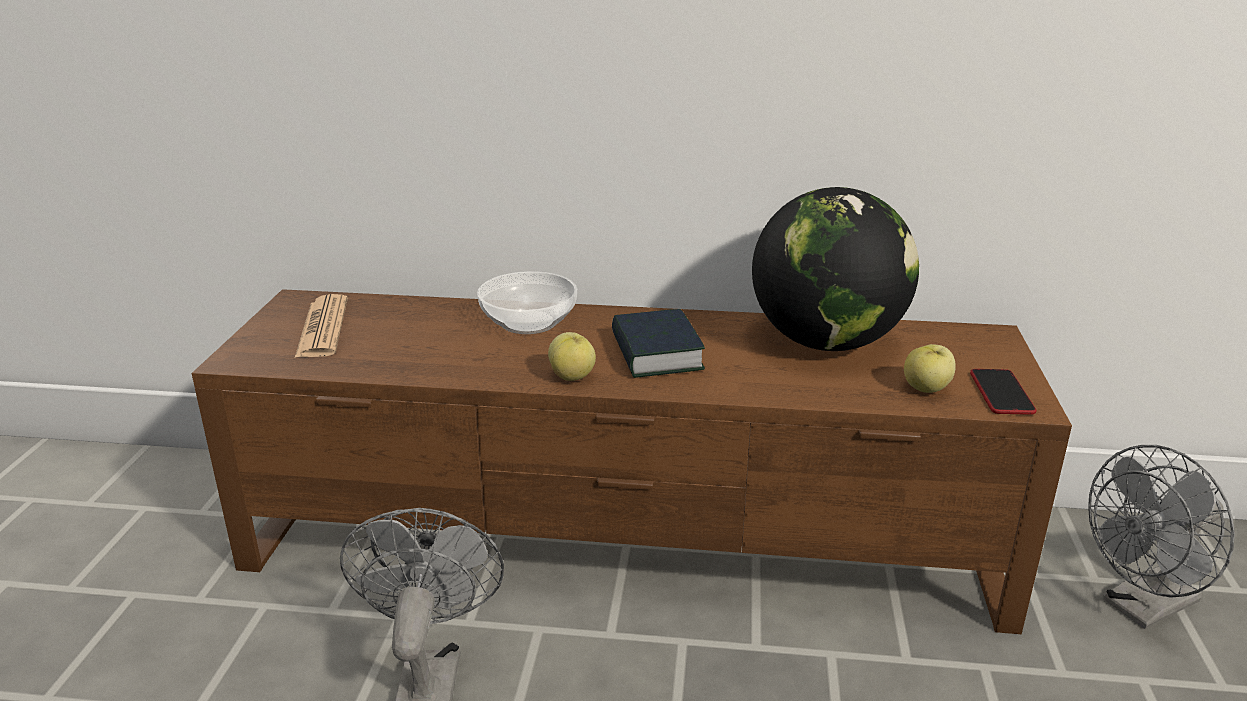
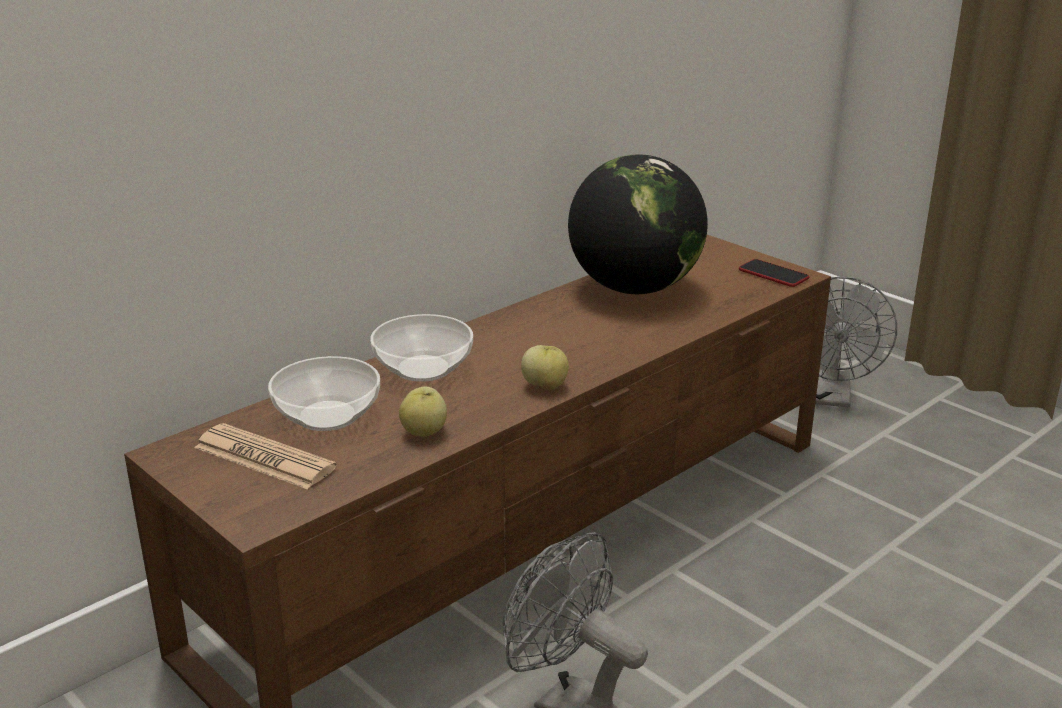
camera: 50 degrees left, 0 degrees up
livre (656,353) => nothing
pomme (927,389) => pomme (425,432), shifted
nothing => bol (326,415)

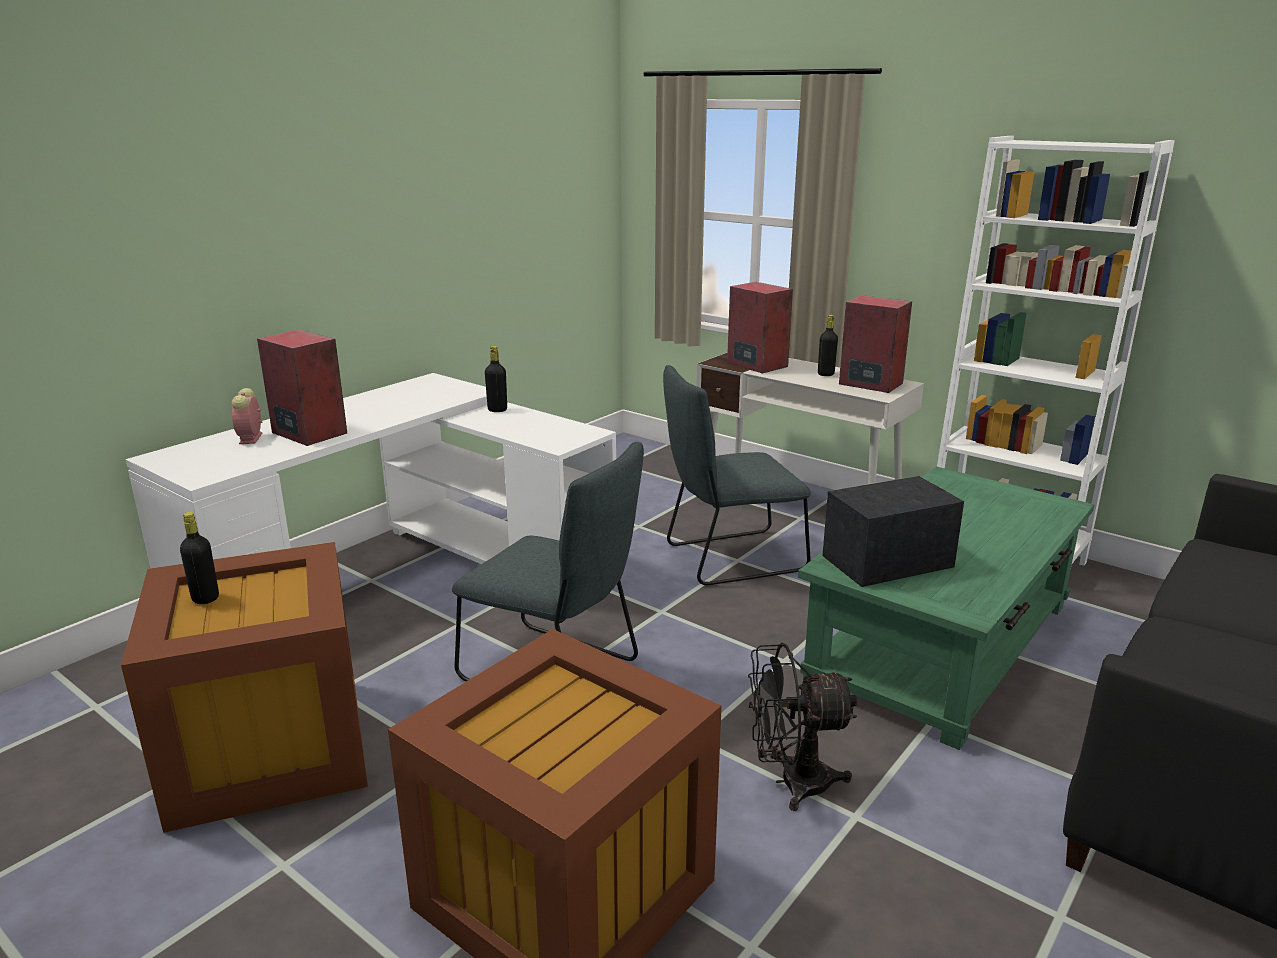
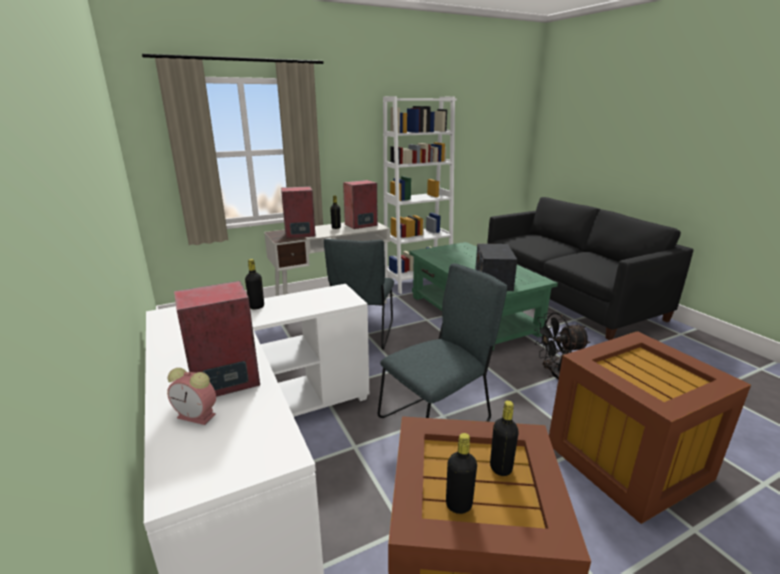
camera: 65 degrees left, 0 degrees up
ventilateur [noir] (791,782) => ventilateur [noir] (555,376), 60 degrees clockwise
nothing => bouteille [noir] (501,468)

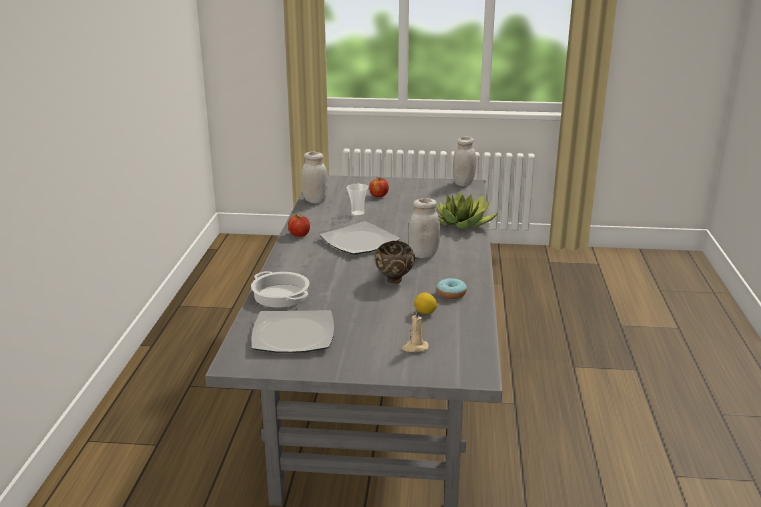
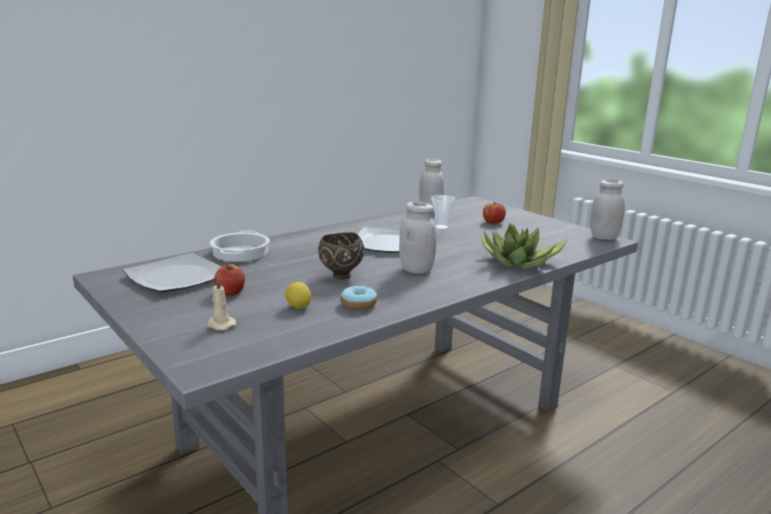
camera: 45 degrees right, 5 degrees down
pomme (299,234) => pomme (230,292), shifted

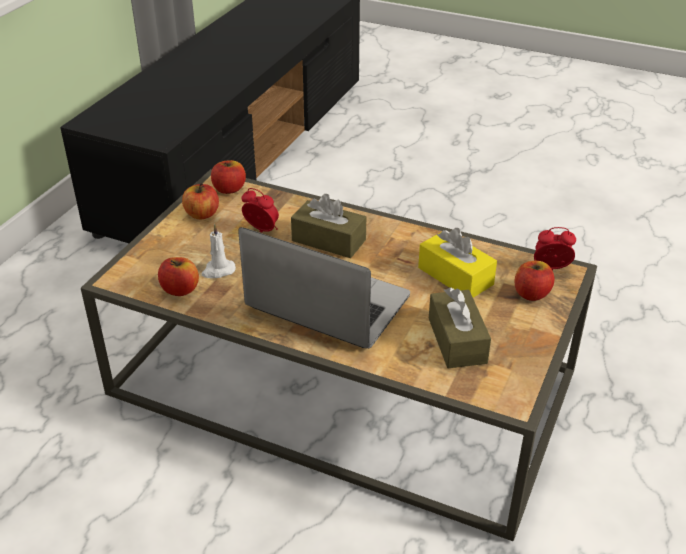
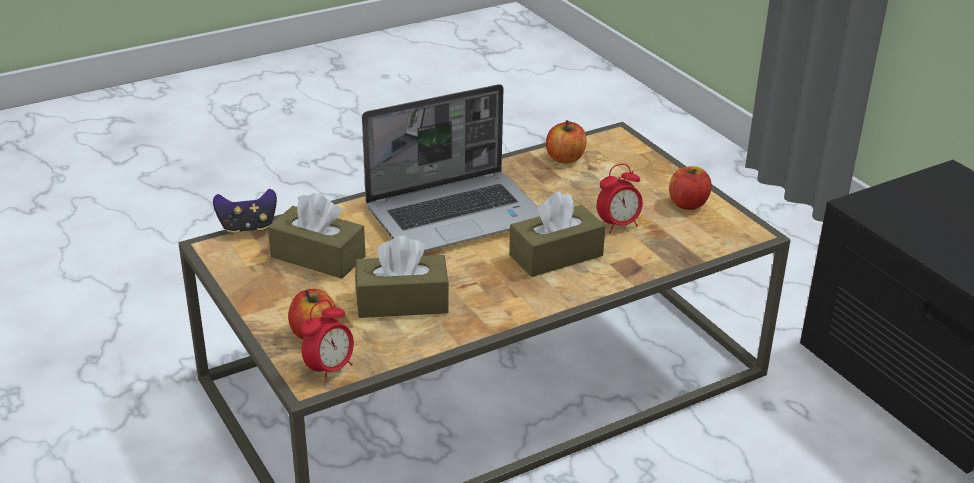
camera: 125 degrees right, 5 degrees down
bougie [blanc] (218,270) => nothing
pomme (229,189) => nothing
boîte à mouchoirs [jaune] (455,276) => boîte à mouchoirs [marron] (402,302)
nothing => manette (248,228)

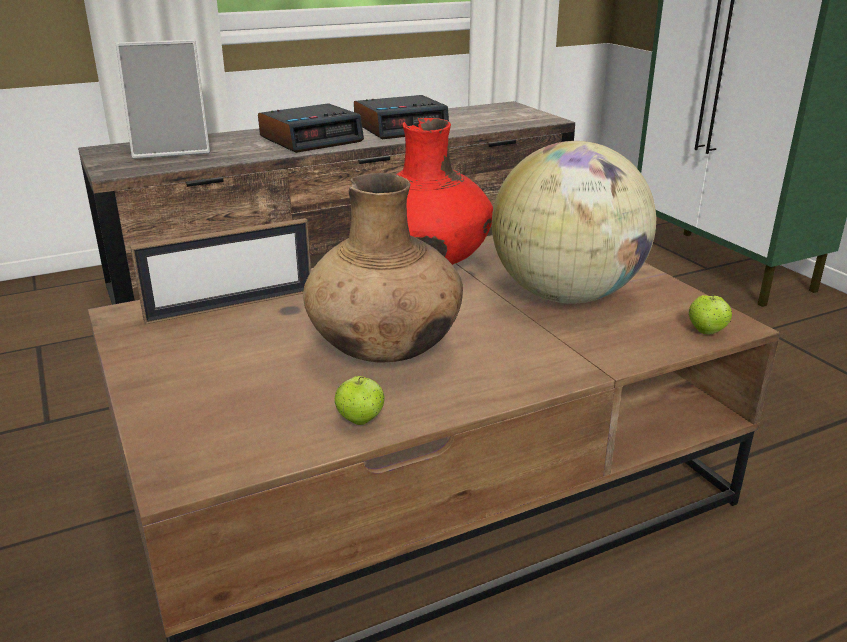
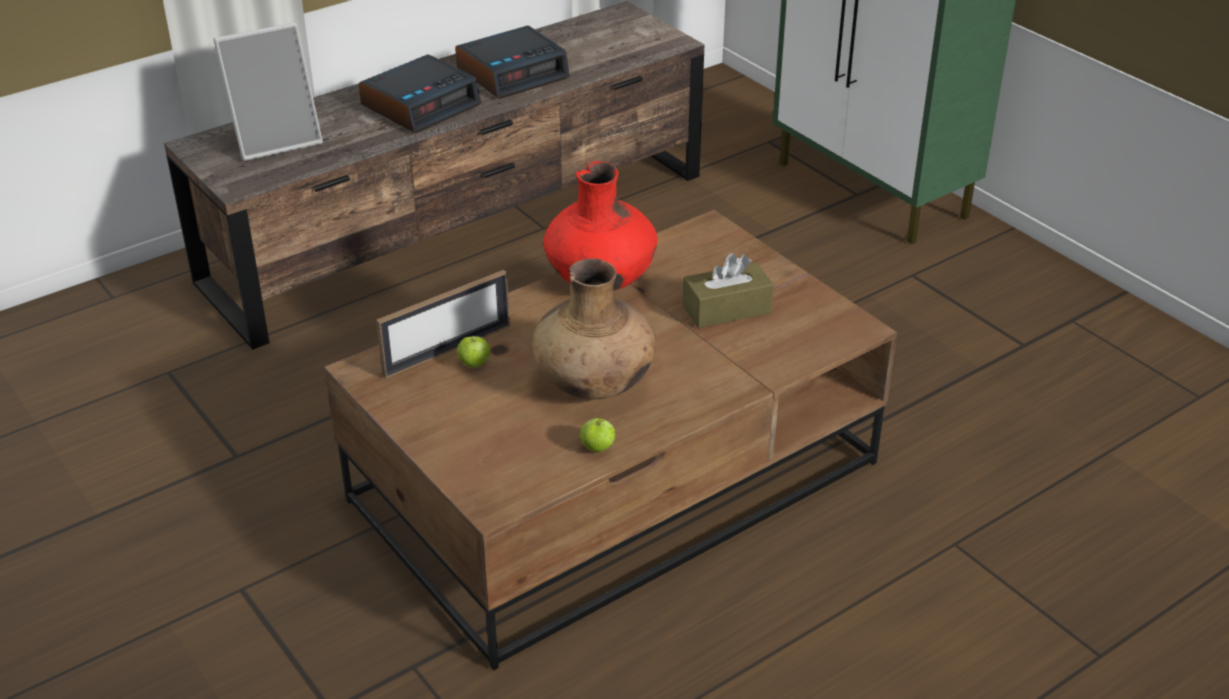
camera: 10 degrees left, 10 degrees up
globe (566,295) => boîte à mouchoirs [marron] (726,309)
pomme (706,331) => pomme (474,364), shifted

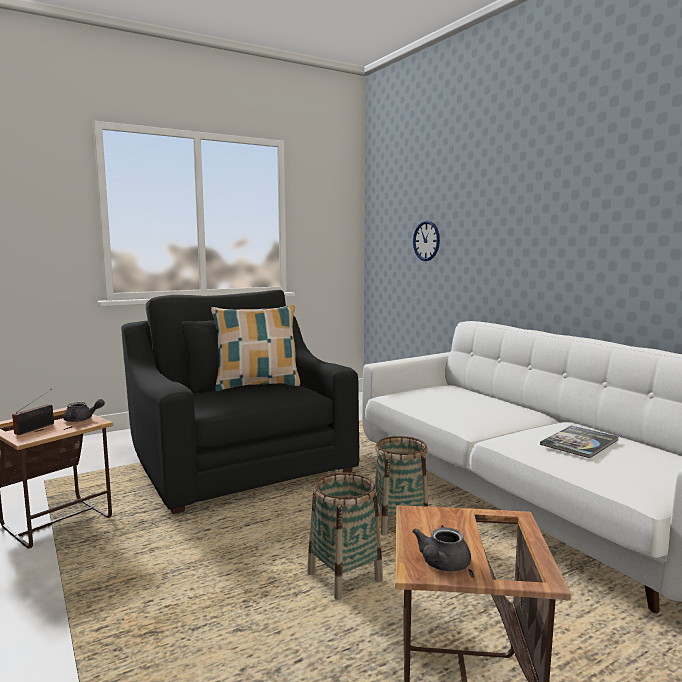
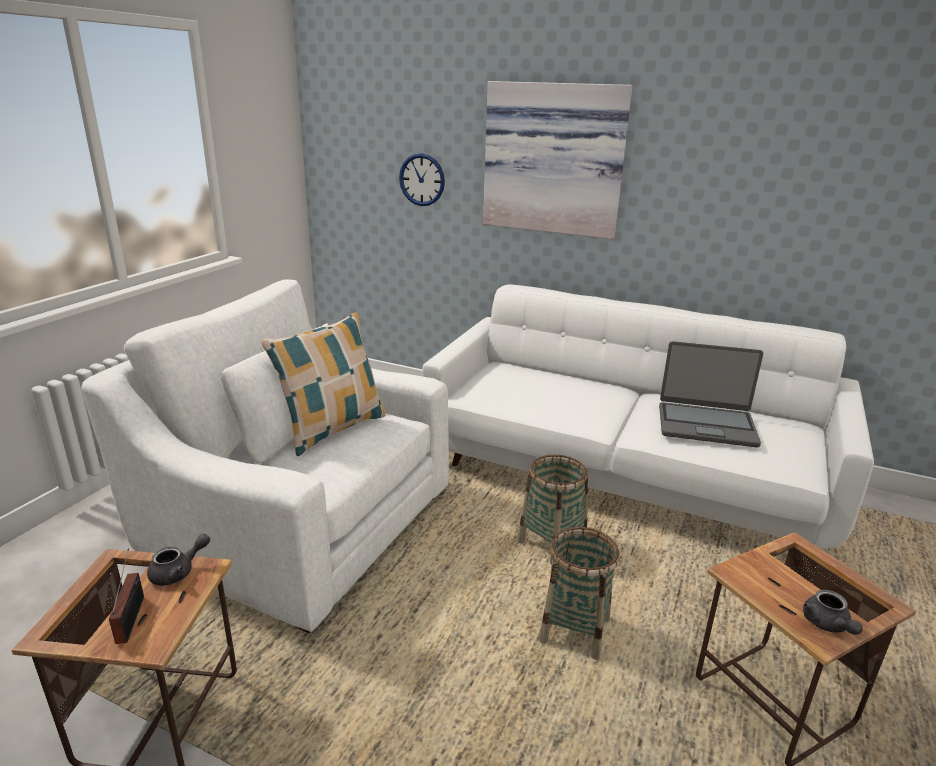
camera: 35 degrees left, 15 degrees up
fauteuil [noir] (240,464) => fauteuil [blanc] (299,524)
livre (579,442) => ordinateur portable (706,425)
nothing => tableau (554,159)

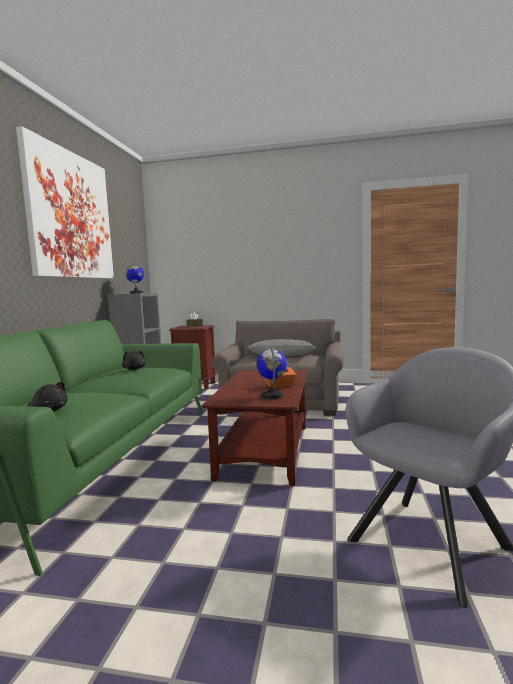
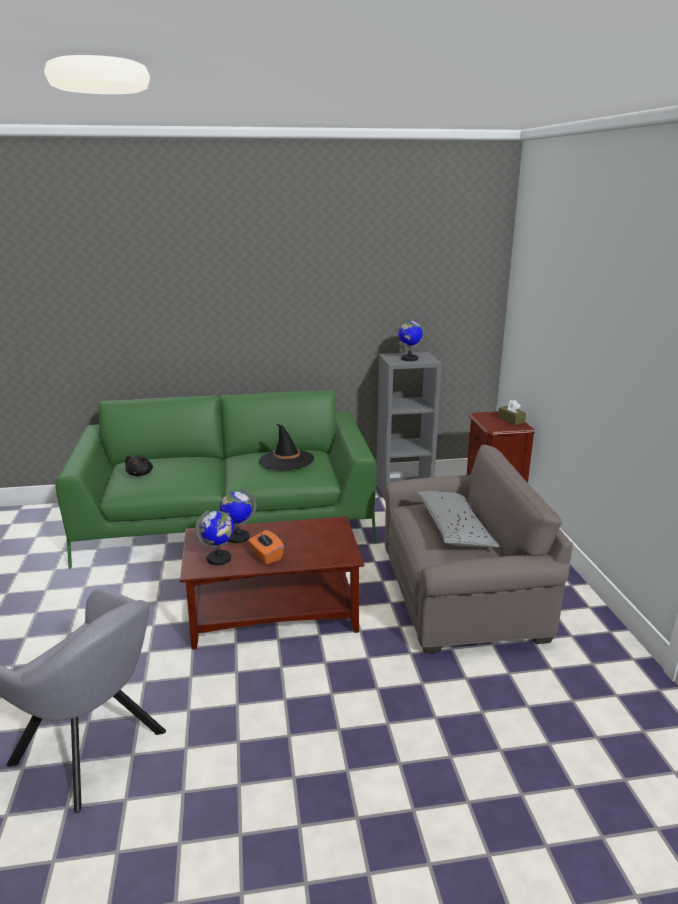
camera: 70 degrees right, 15 degrees up
tableau (70,215) => nothing
peluche [noir] (134,369) => chapeau [noir] (286,460)
nothing => globe (237,537)

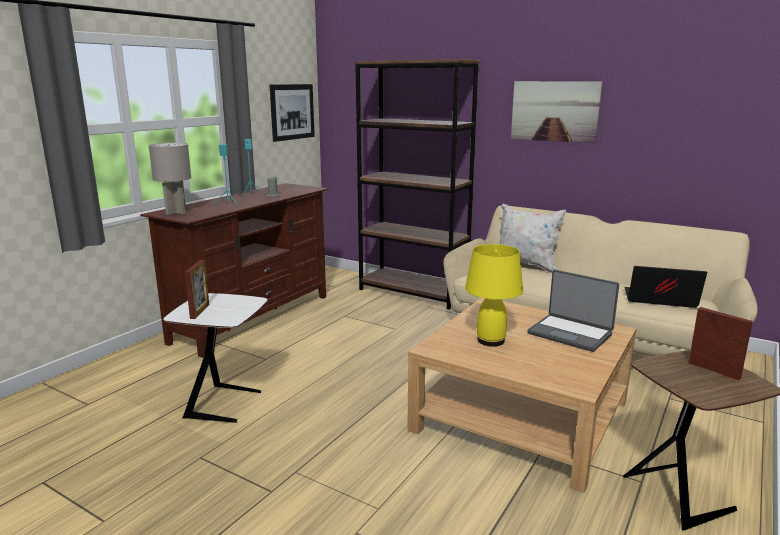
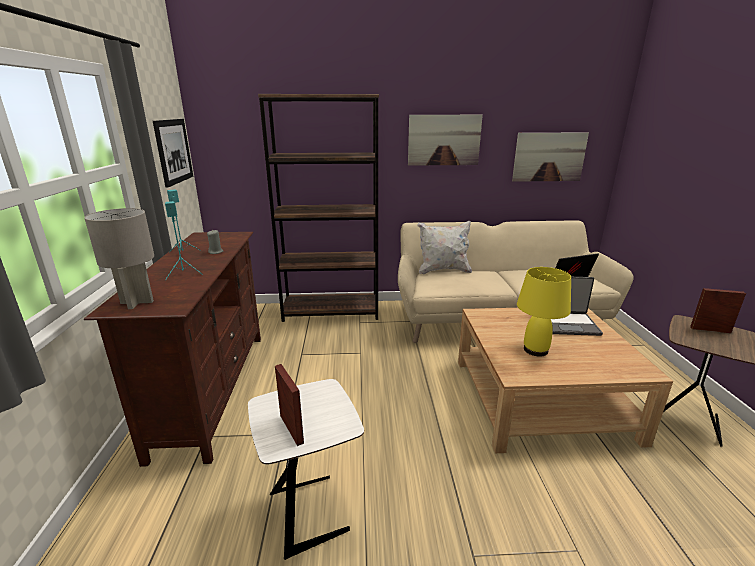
camera: 35 degrees left, 5 degrees up
nothing => tableau (549,157)

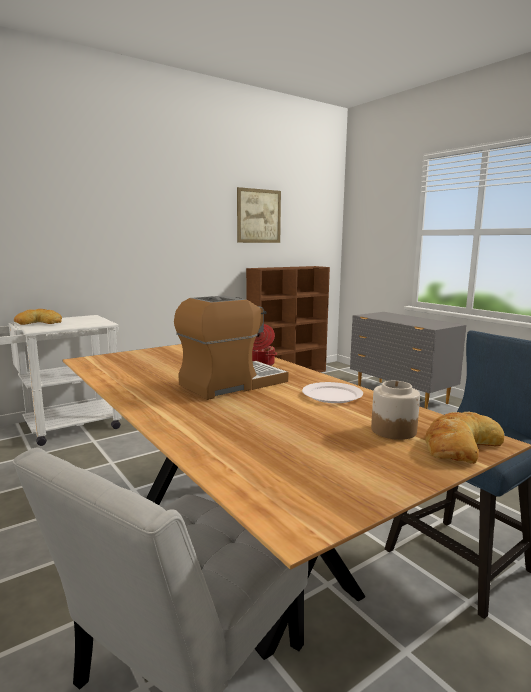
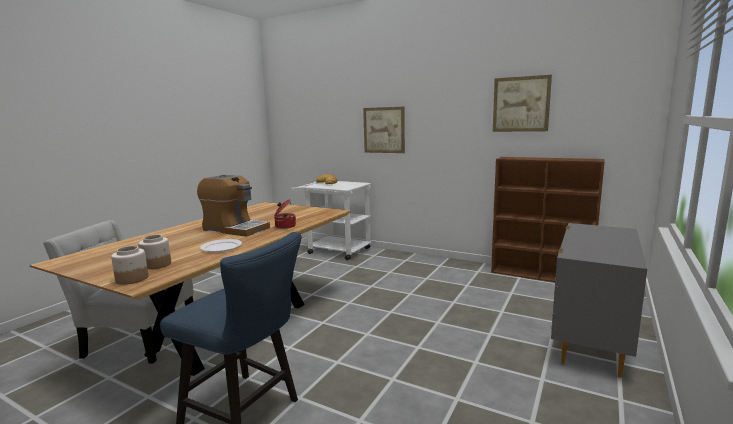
camera: 65 degrees right, 0 degrees up
pain (459,445) => bocal (131,279)
nothing => tableau (384,130)

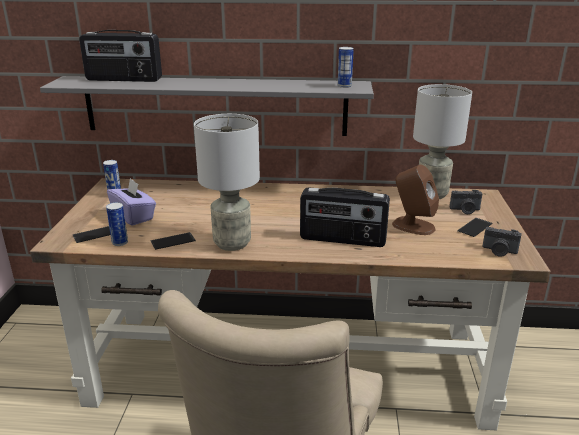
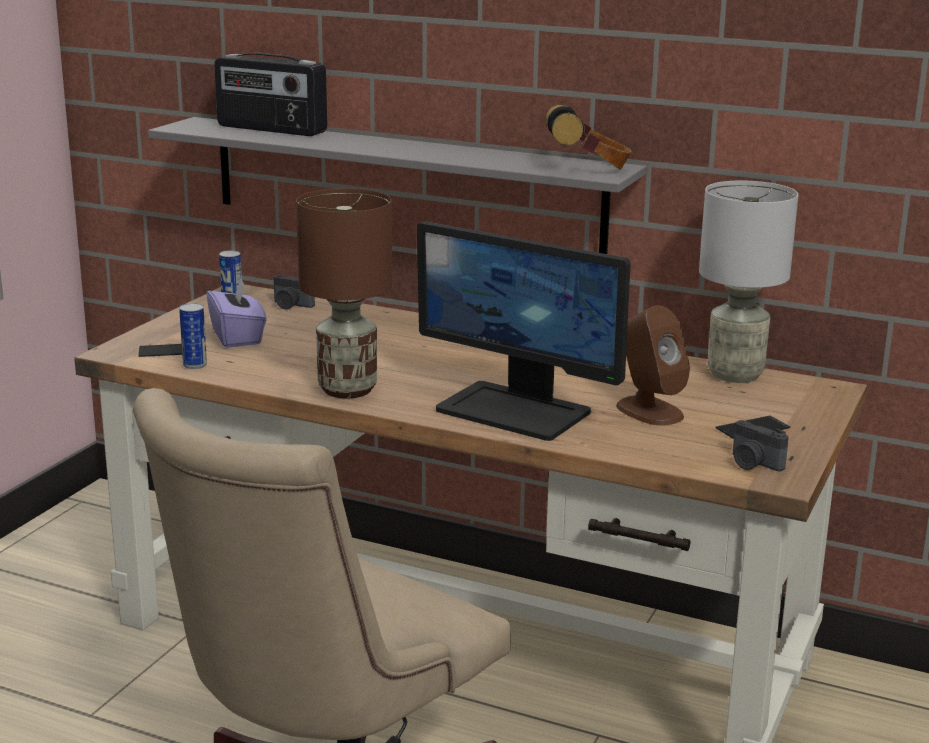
camera: 20 degrees right, 5 degrees down
téléphone (173,241) => nothing
lampe de table [gris] (231,243) => lampe de table [marron] (347,389)
radio (342,240) => écran d'ordinateur (516,410)
boîte métallique (344,86) => casque audio (588,169)
appareil photo (465,210) => appareil photo (291,305), shifted

